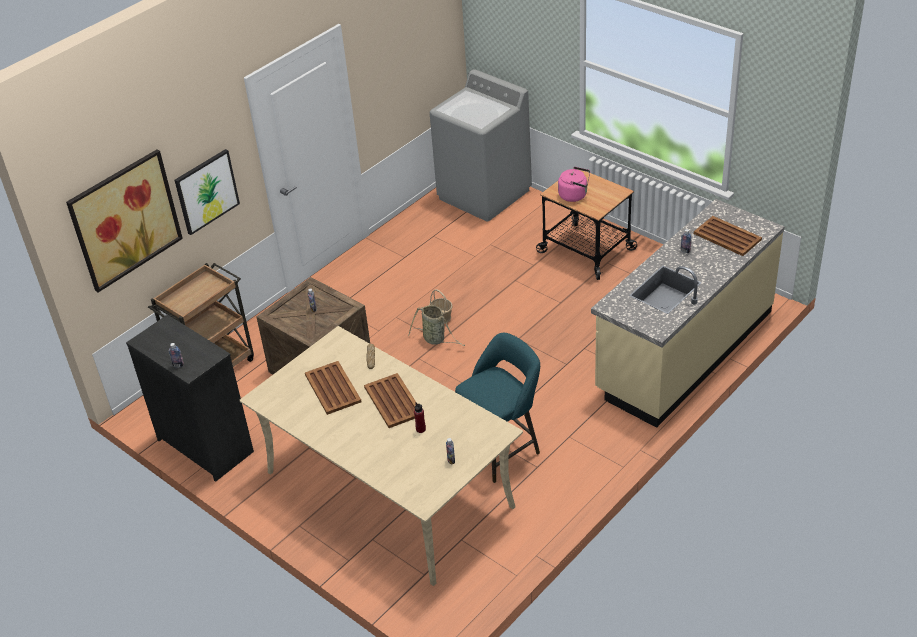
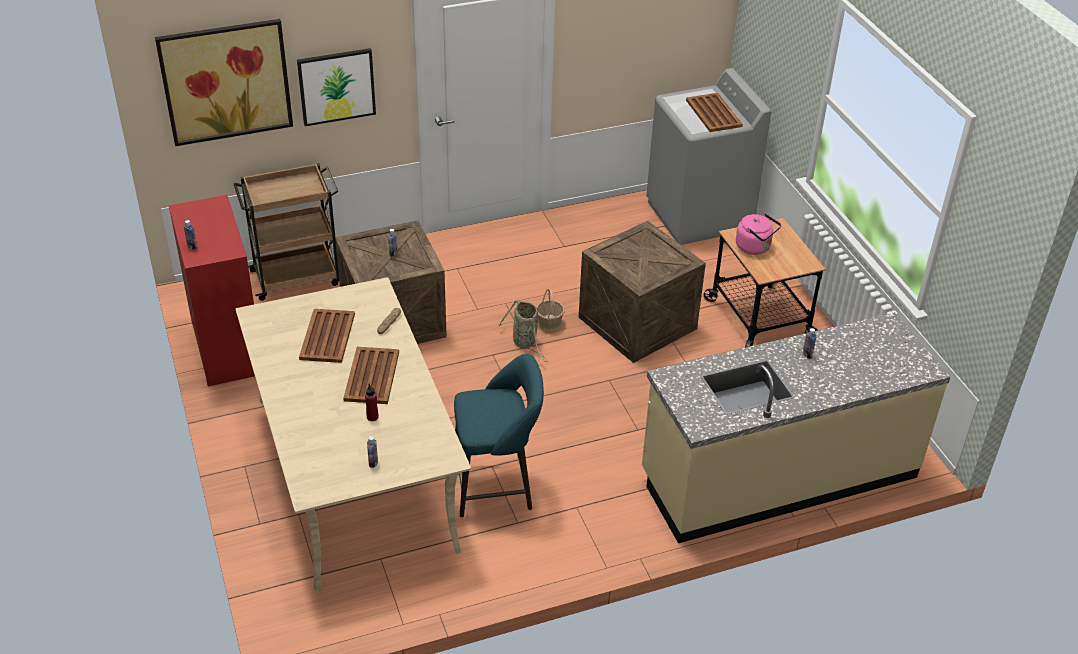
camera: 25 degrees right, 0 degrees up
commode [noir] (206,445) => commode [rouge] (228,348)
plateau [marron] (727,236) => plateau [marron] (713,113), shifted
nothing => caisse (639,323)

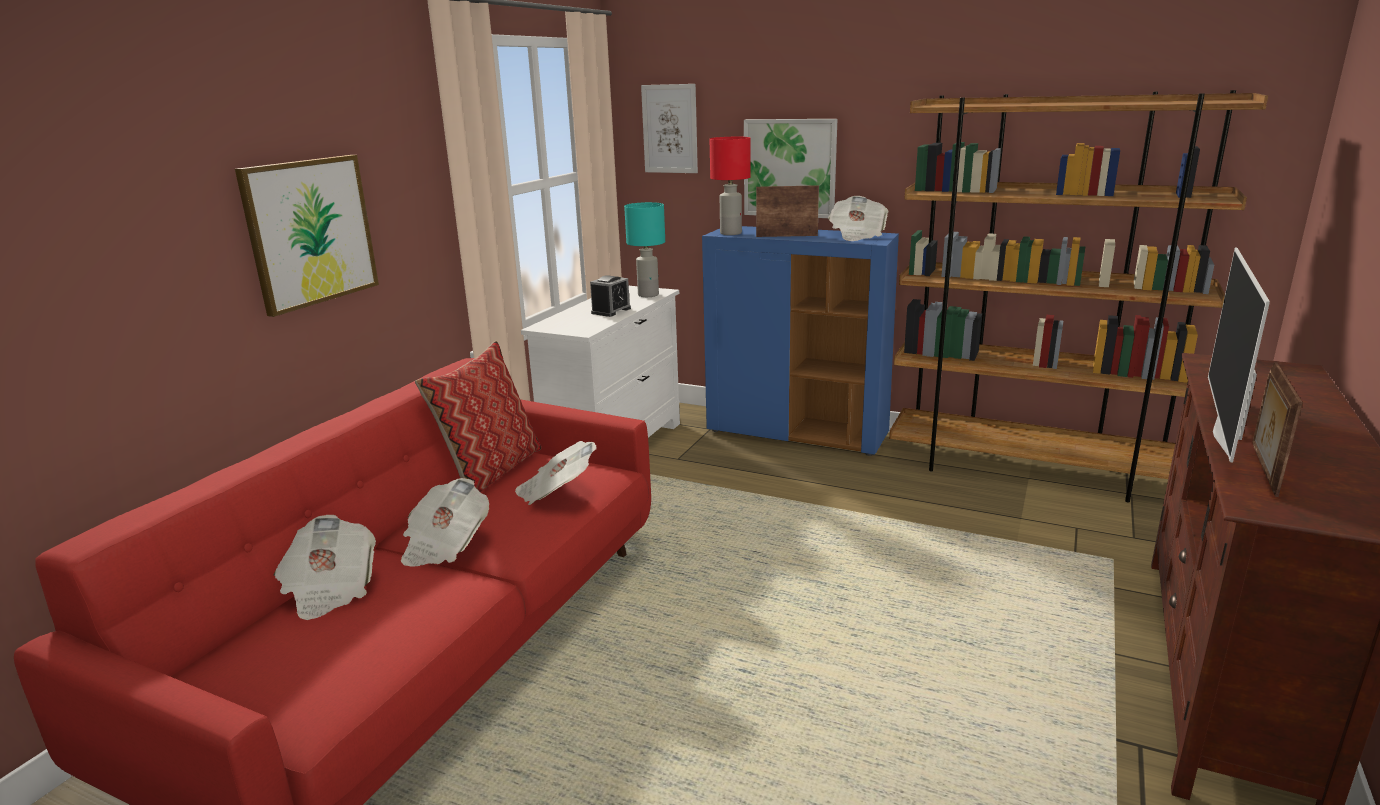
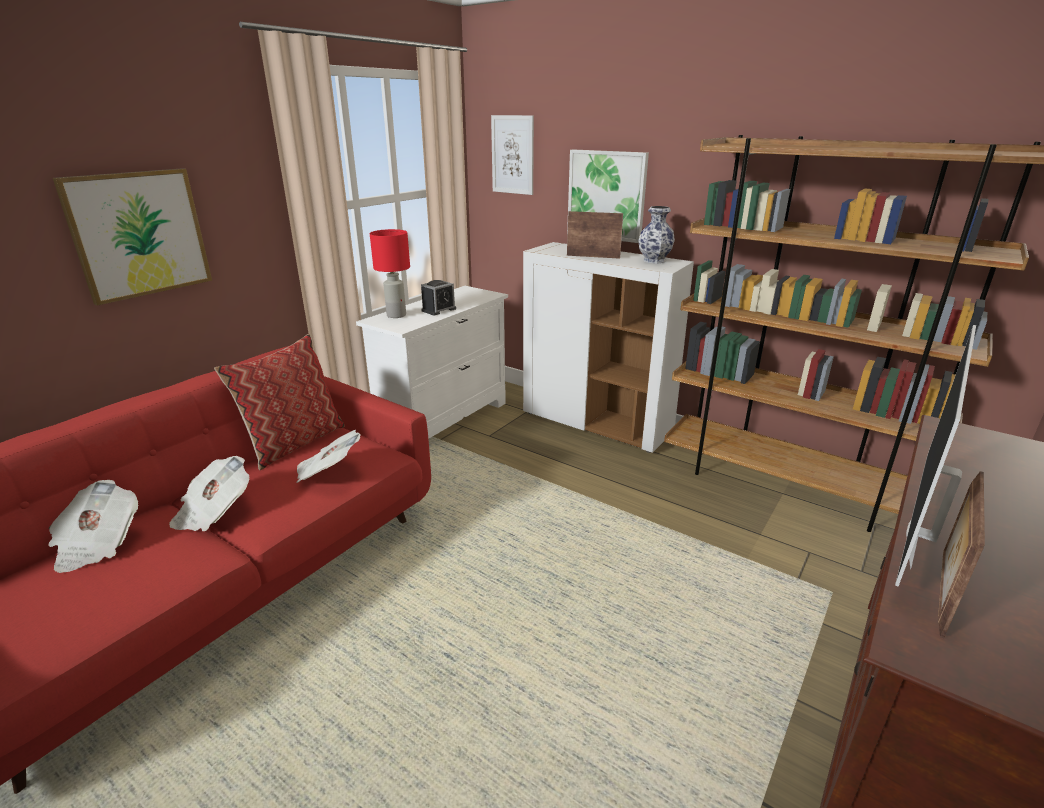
camera: 10 degrees right, 5 degrees up
lampe de table [turquoise] (648,295) => nothing
meuble de rangement [bleu] (797,433) => meuble de rangement [blanc] (597,423)
lampe de table [rouge] (730,233) => lampe de table [rouge] (396,315), shifted
journal (857,235) => vase (654,261)

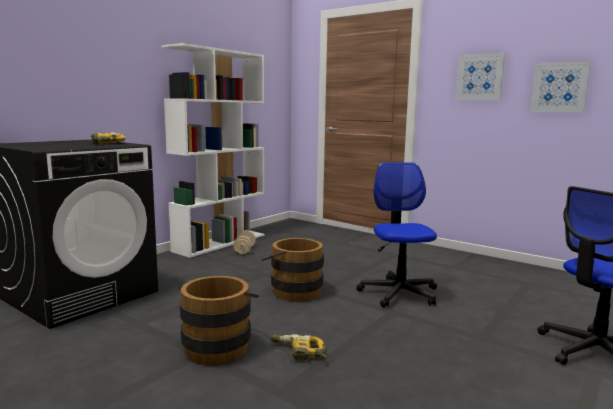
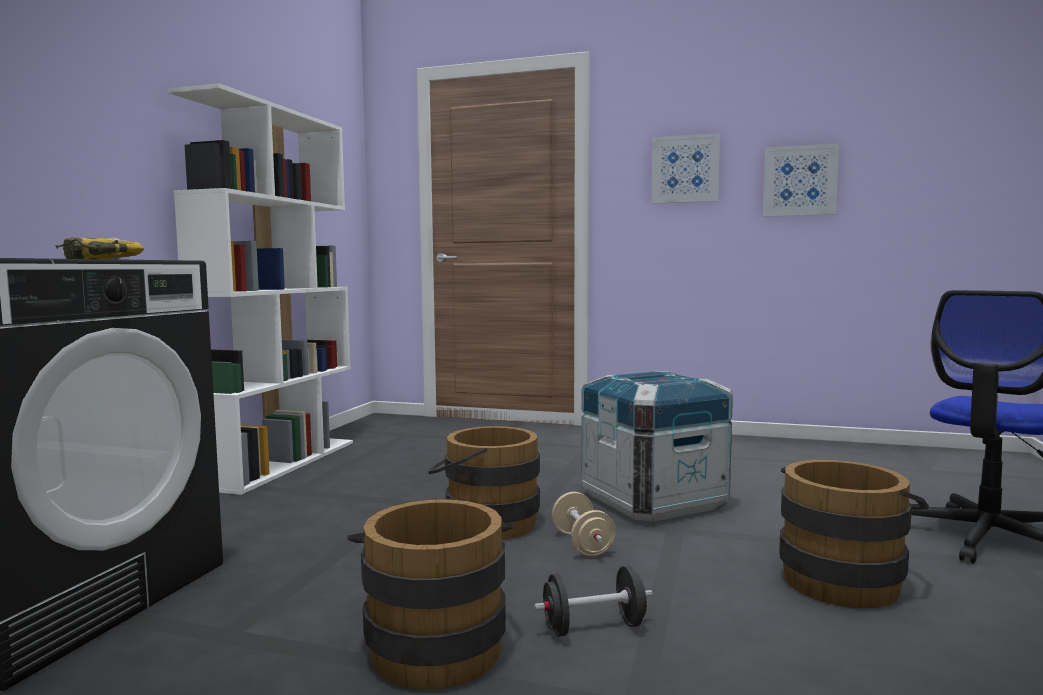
camera: 20 degrees left, 5 degrees down
haltère [beige] (244,250) => haltère [beige] (582,544), shifted
perceuse (297,353) => haltère [noir] (594,627)
chaise de bureau (399,293) => caisse (653,500)
nothing => seau [marron] (844,579)

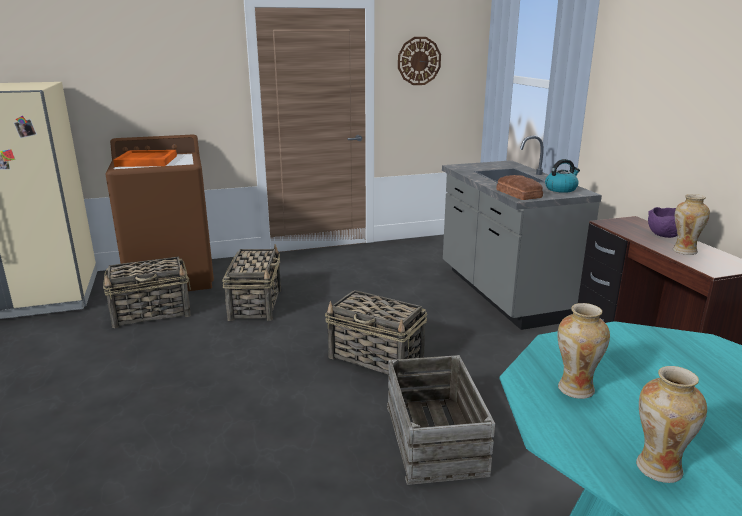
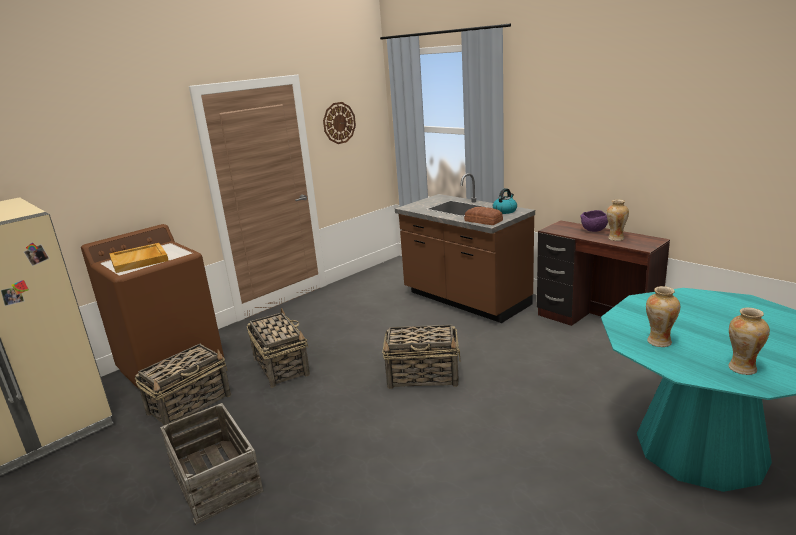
camera: 25 degrees left, 0 degrees up
plateau [orange] (147,161) => plateau [beige] (140,260)
caisse (435,439) => caisse (216,478), shifted
comptoir de cuisine [gris] (503,293) => comptoir de cuisine [marron] (465,300)

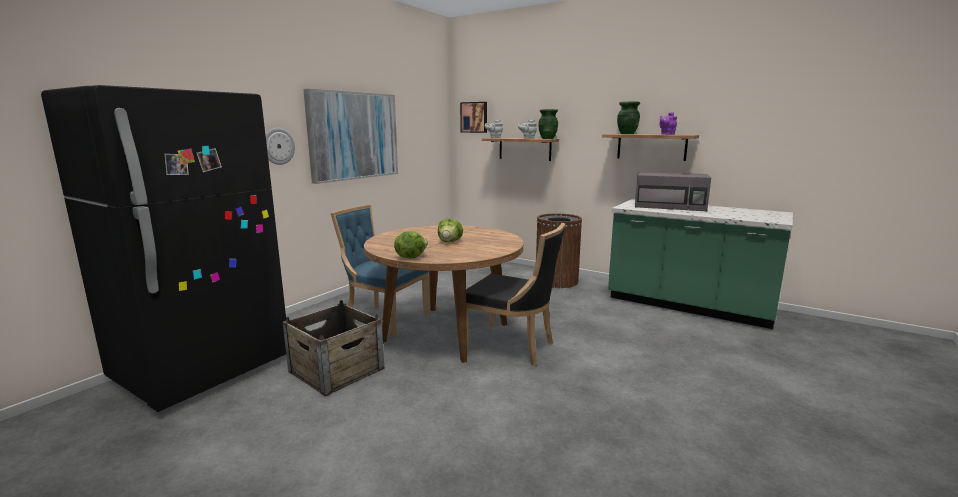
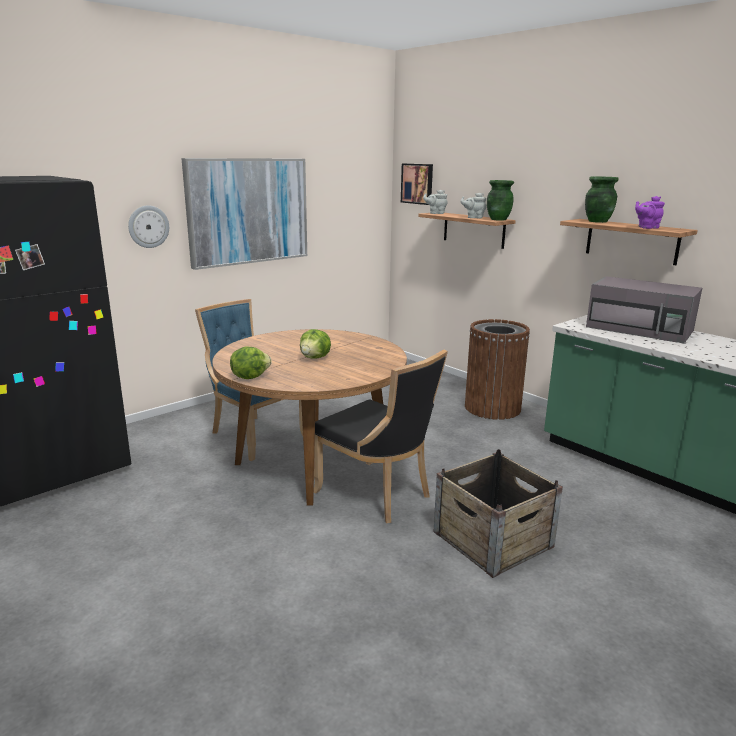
camera: 15 degrees right, 5 degrees up
caisse (336,370) => caisse (492,538), shifted

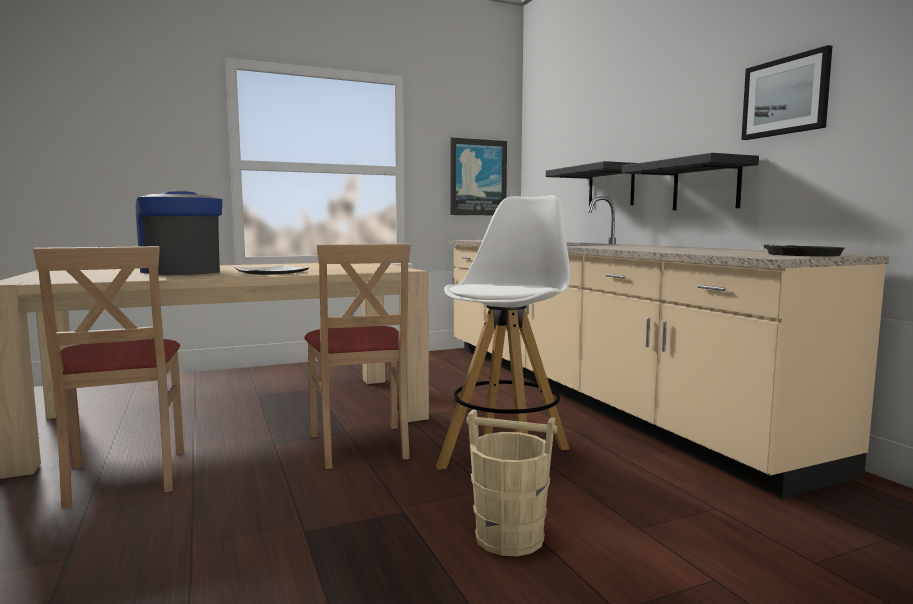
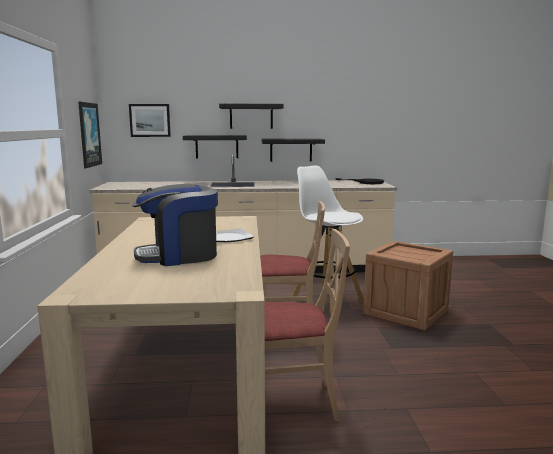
camera: 70 degrees left, 5 degrees up
seau [beige] (510,537) => caisse (406,312)
tableau (785,96) => tableau (150,120), shifted
nothing => étagère [noir] (251,116)

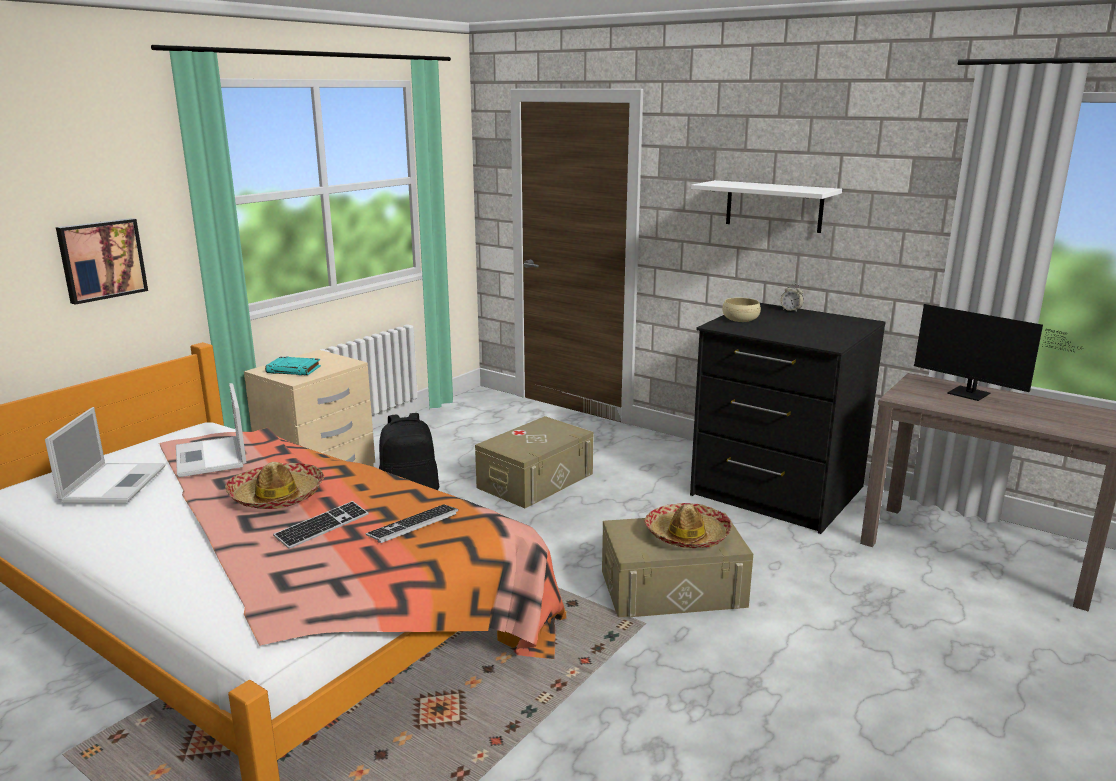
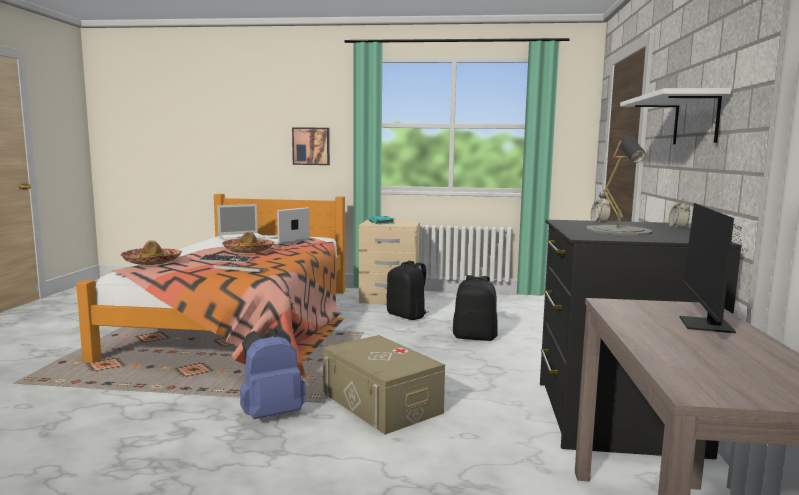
camera: 60 degrees right, 10 degrees down
boîte de rangement [beige] (535,480) => sac à dos [noir] (475,337)
chapeau (687,535) => chapeau (152,262), shifted
bol [beige] (740,319) => réveil (599,223)
nothing => sac à dos [bleu] (271,413)
nothing => lampe de table [gris] (618,231)

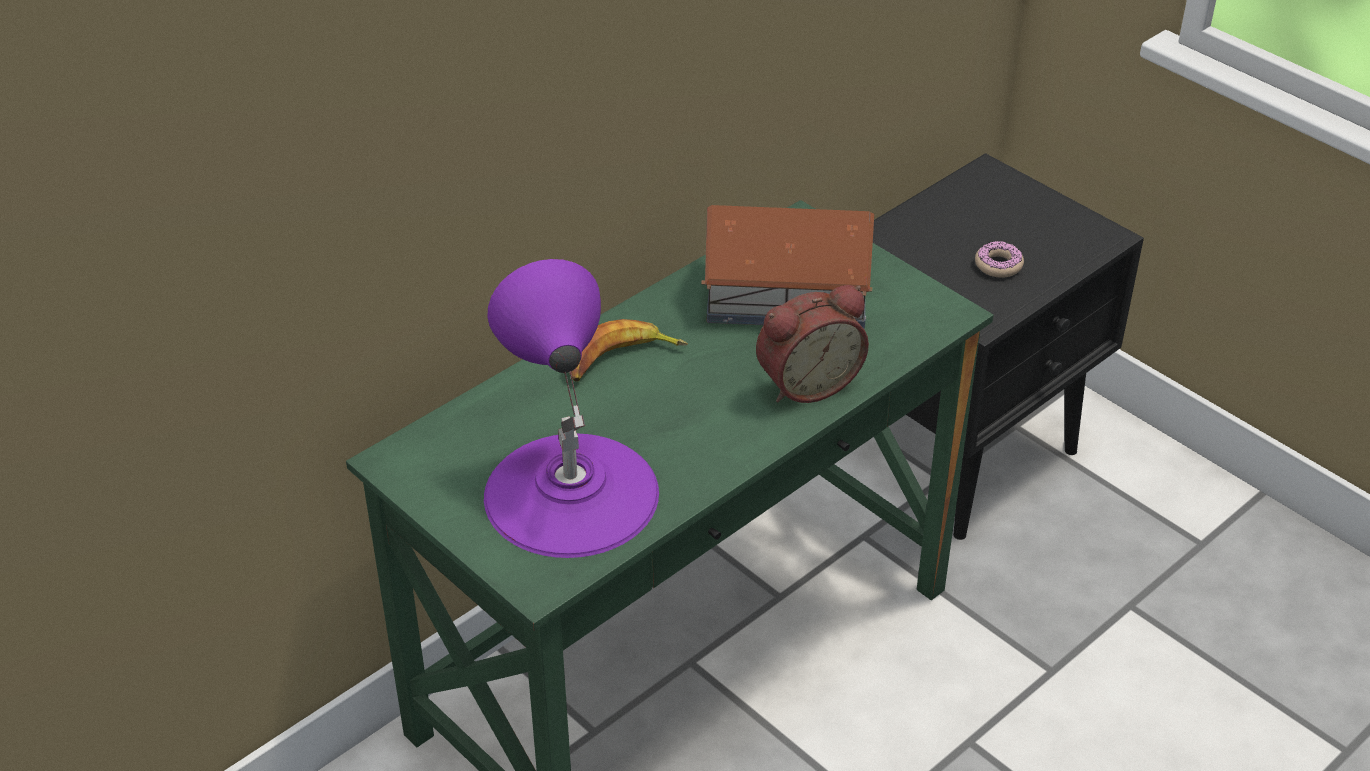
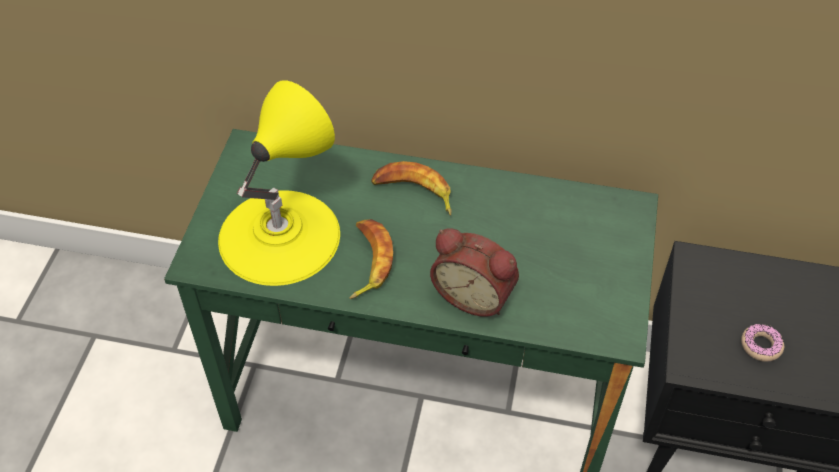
camera: 55 degrees right, 10 degrees up
lampe de table [violet] (570,493) => lampe de table [jaune] (279,235)
maison miniature (788,294) => nothing
nothing => banane (367,261)

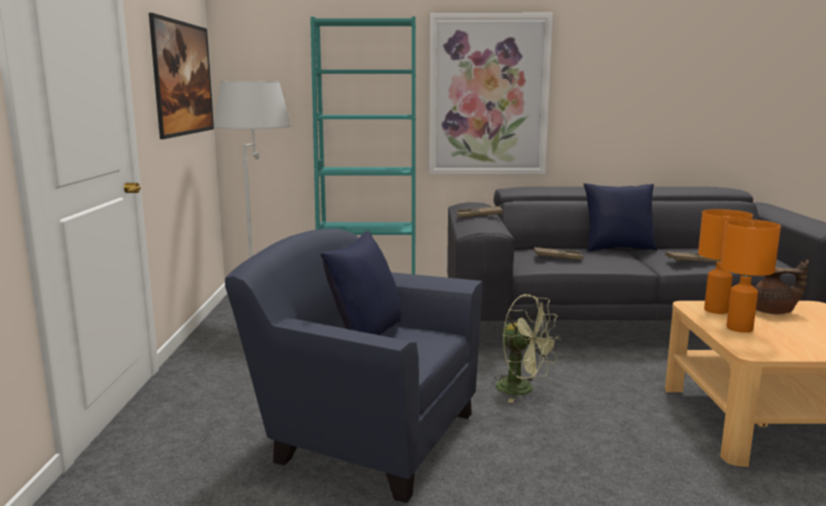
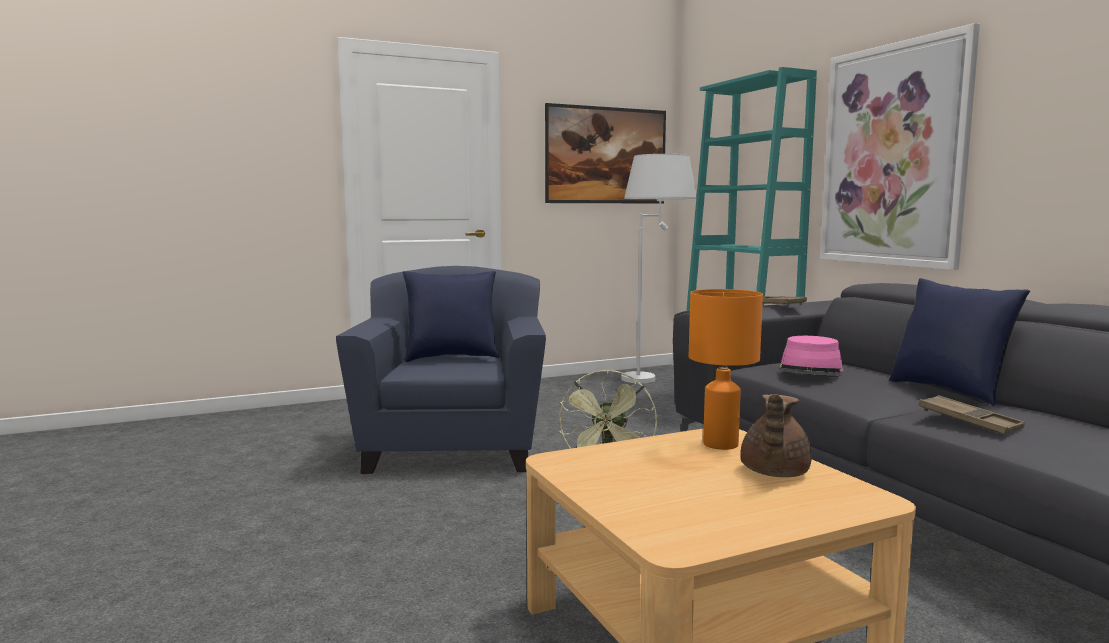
camera: 65 degrees right, 5 degrees down
plateau [marron] (558,257) => chapeau [rose] (811,371)
lampe de table [orange] (740,328) => nothing
théière [marron] (773,312) => théière [marron] (773,473), 45 degrees clockwise

